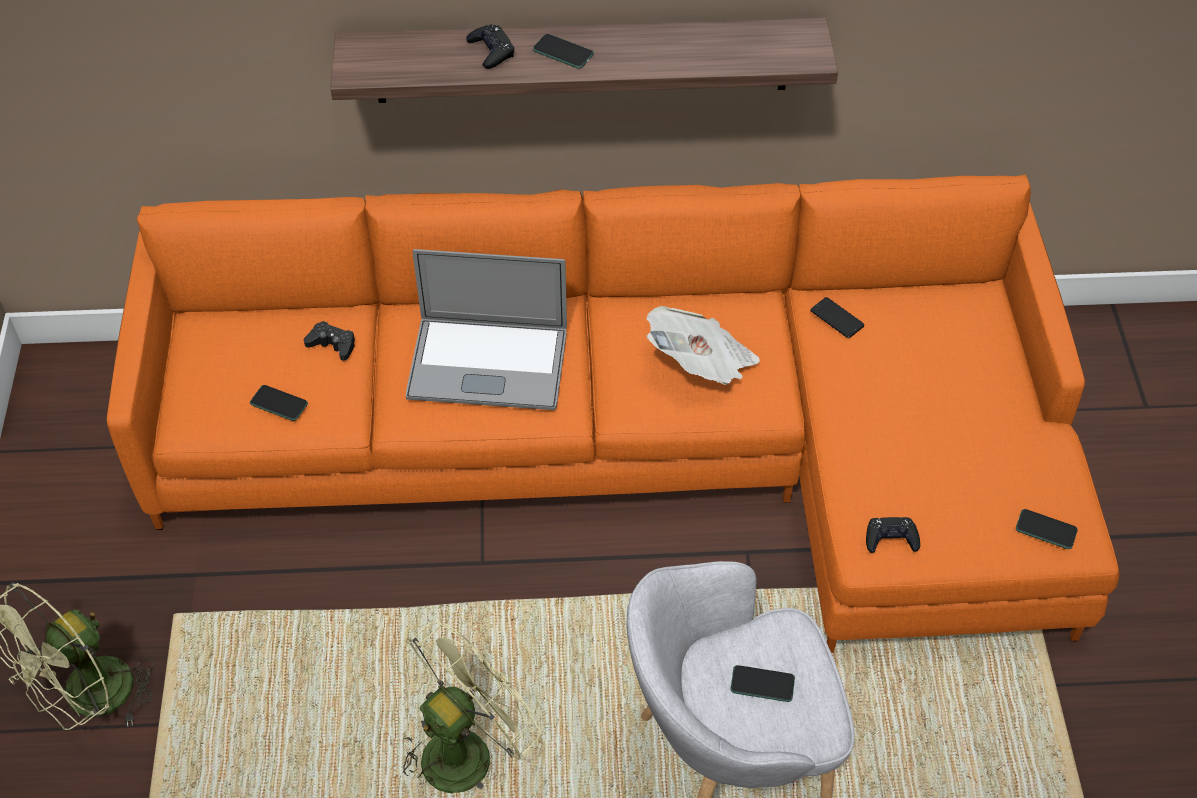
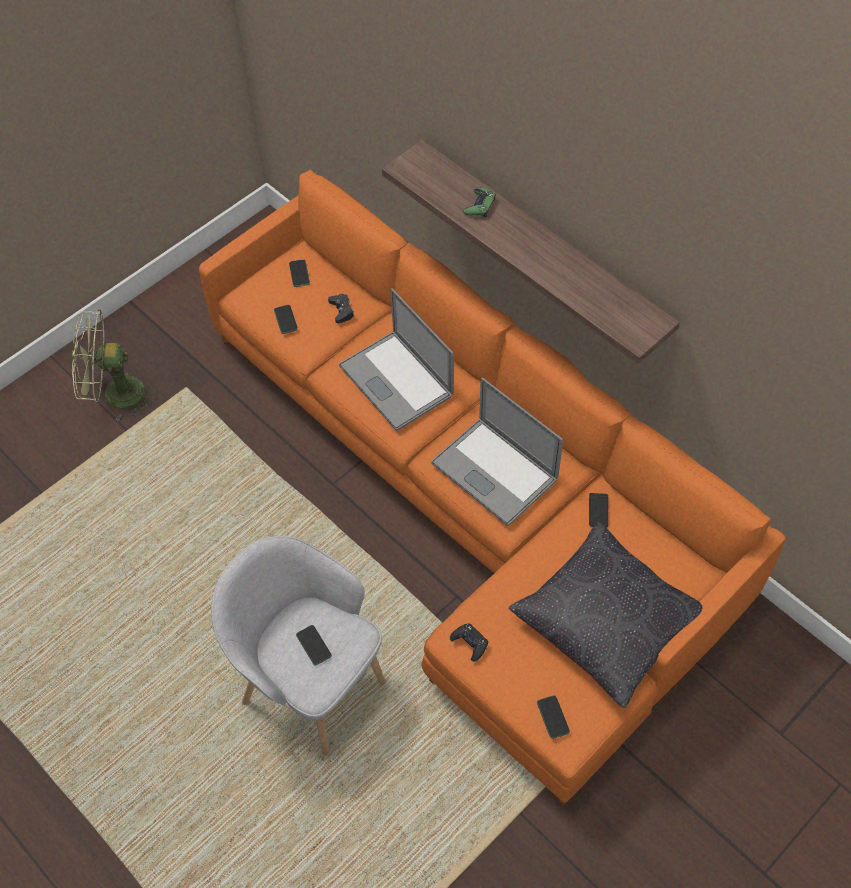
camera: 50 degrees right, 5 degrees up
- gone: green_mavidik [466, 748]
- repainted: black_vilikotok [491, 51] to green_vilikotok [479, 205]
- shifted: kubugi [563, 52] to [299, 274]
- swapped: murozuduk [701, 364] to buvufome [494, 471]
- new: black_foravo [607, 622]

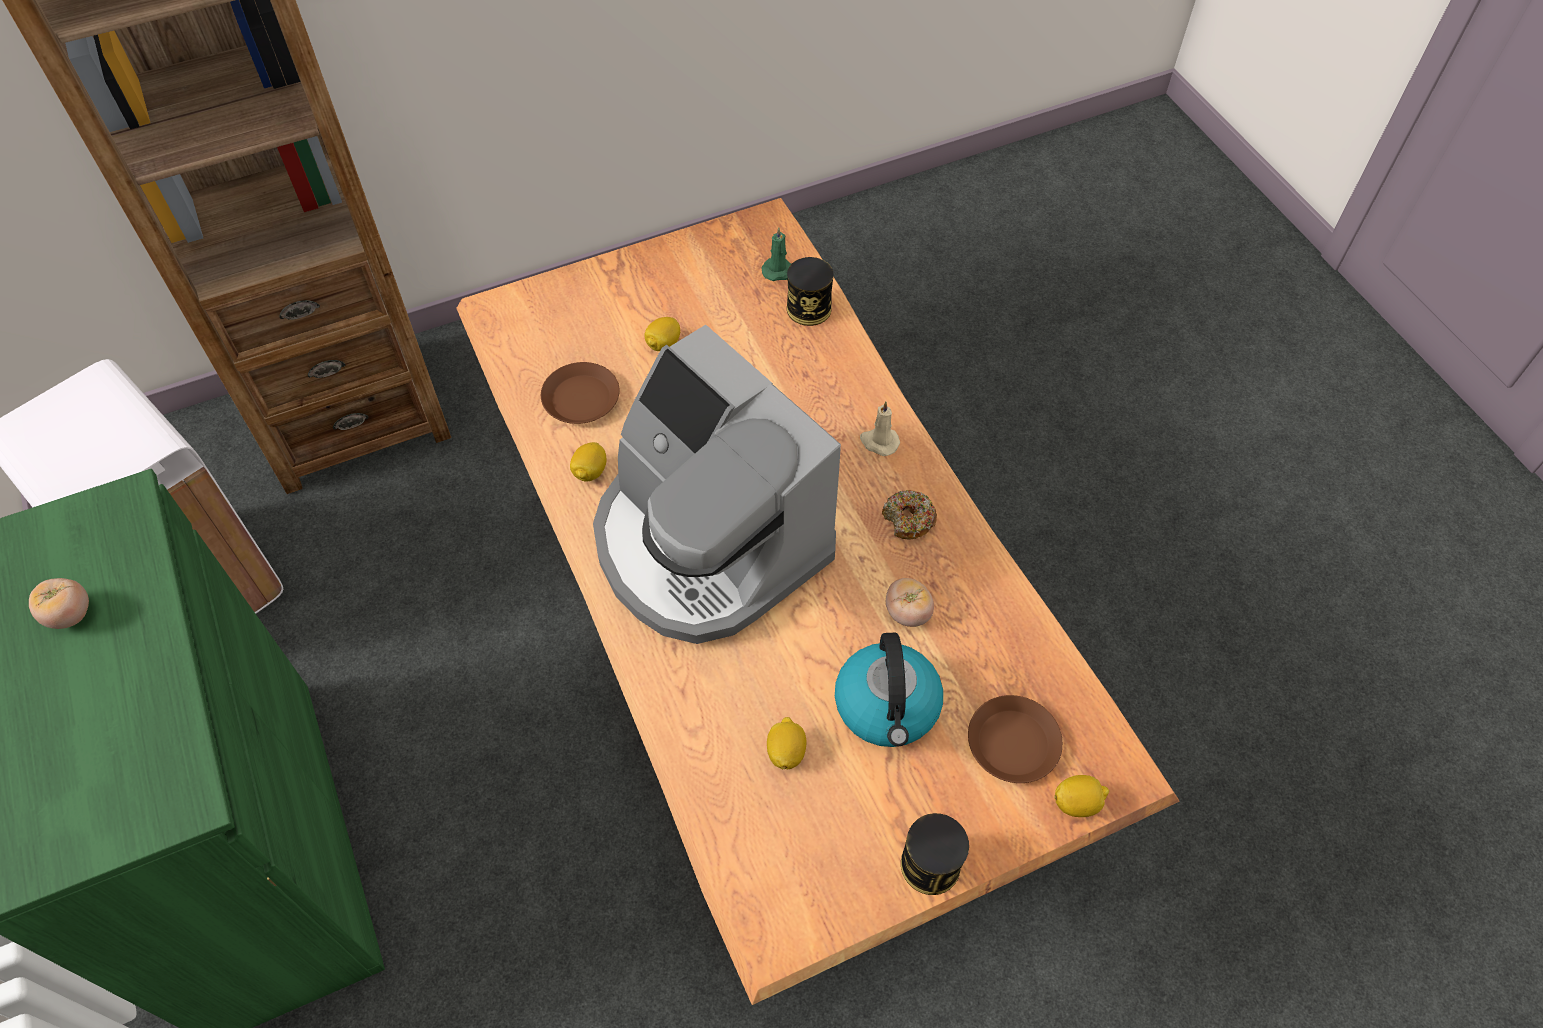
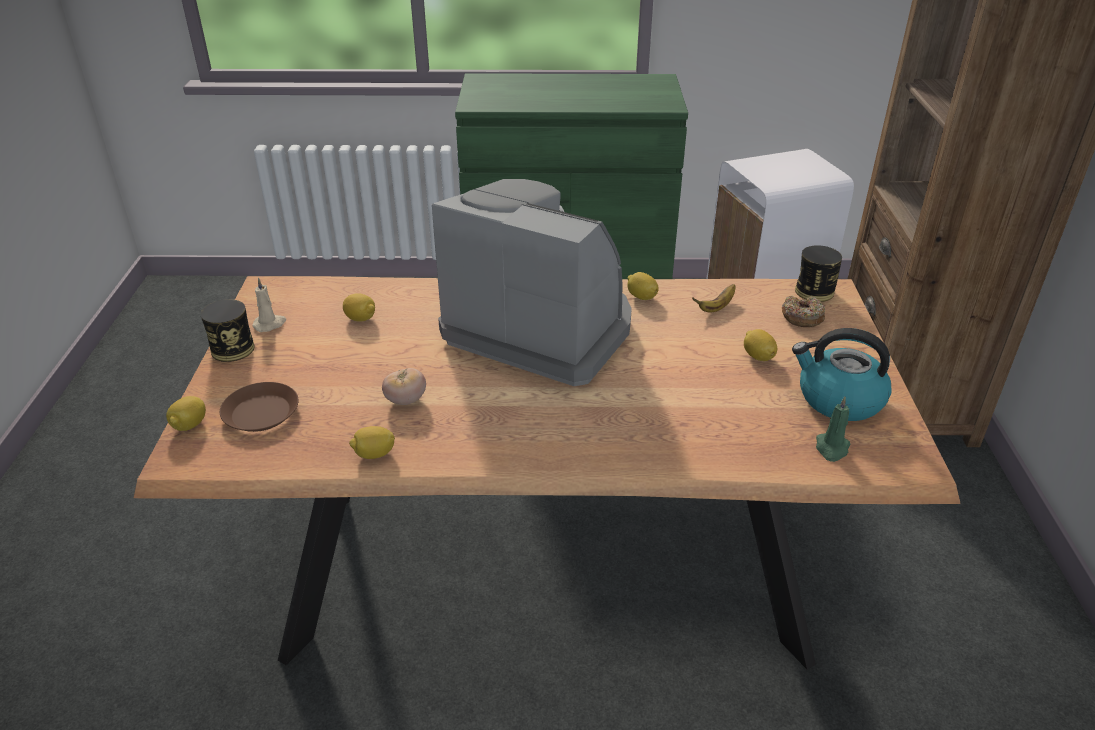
camera: 115 degrees right, 20 degrees down
- gone: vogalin [70, 614]
- swapped: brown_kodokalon [581, 398] to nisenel [716, 307]
- rotated: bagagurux [707, 544] = [541, 329] 45 degrees clockwise
- shifted: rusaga [809, 308] to [814, 291]
- shifted: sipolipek [887, 707] to [838, 399]
- shifted: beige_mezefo [879, 442] to [270, 324]
- shifted: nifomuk [908, 520] to [802, 317]
- new: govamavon [374, 454]

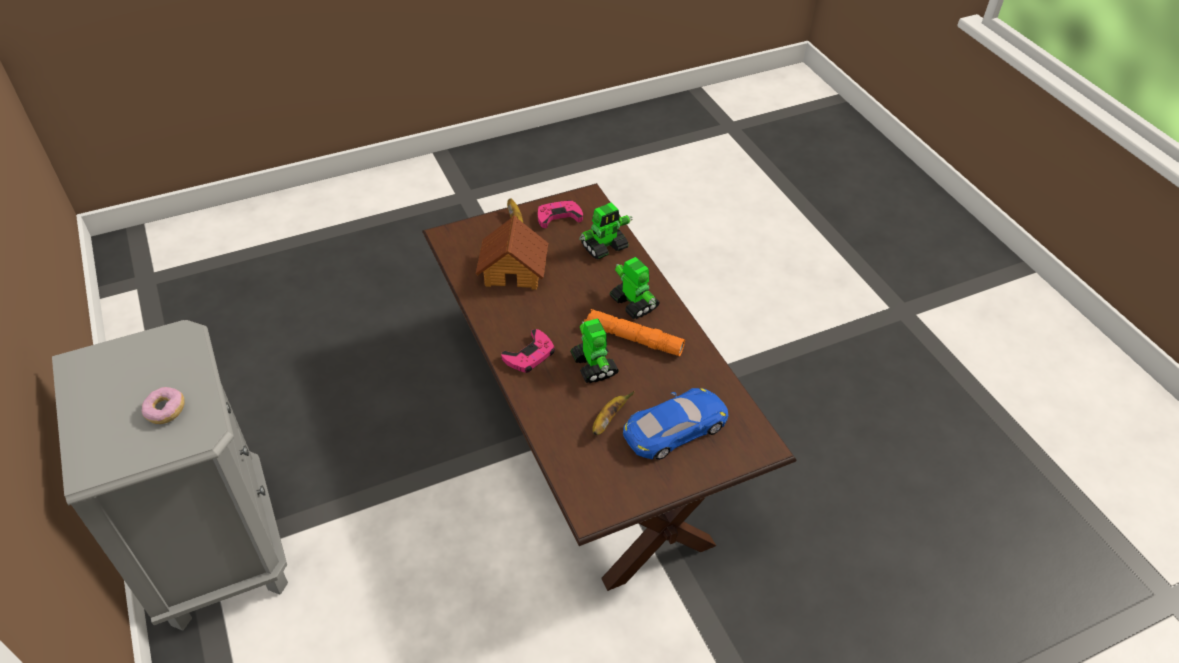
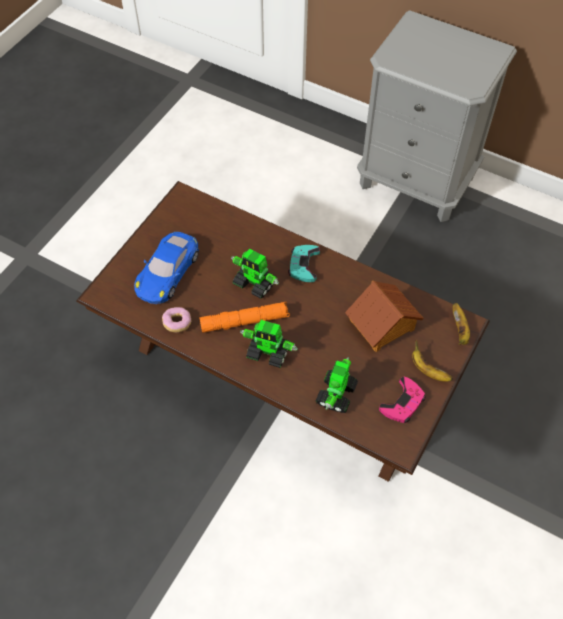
camera: 145 degrees right, 10 degrees up
- shifted: nifomuk [166, 411] to [177, 323]
- repainted: pink_vilikotok [530, 355] to turquoise_vilikotok [303, 265]
- shifted: nisenel [608, 420] to [460, 330]

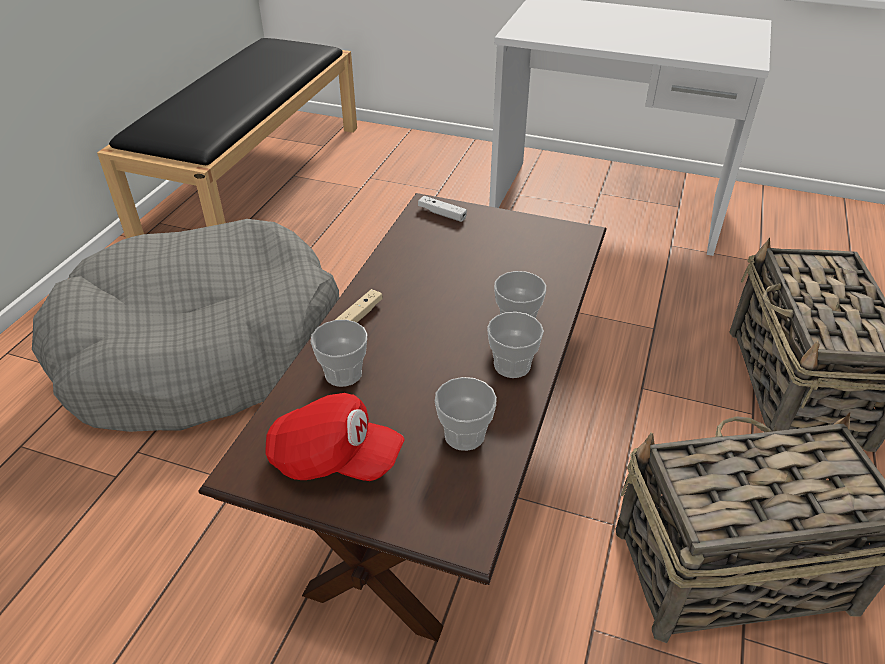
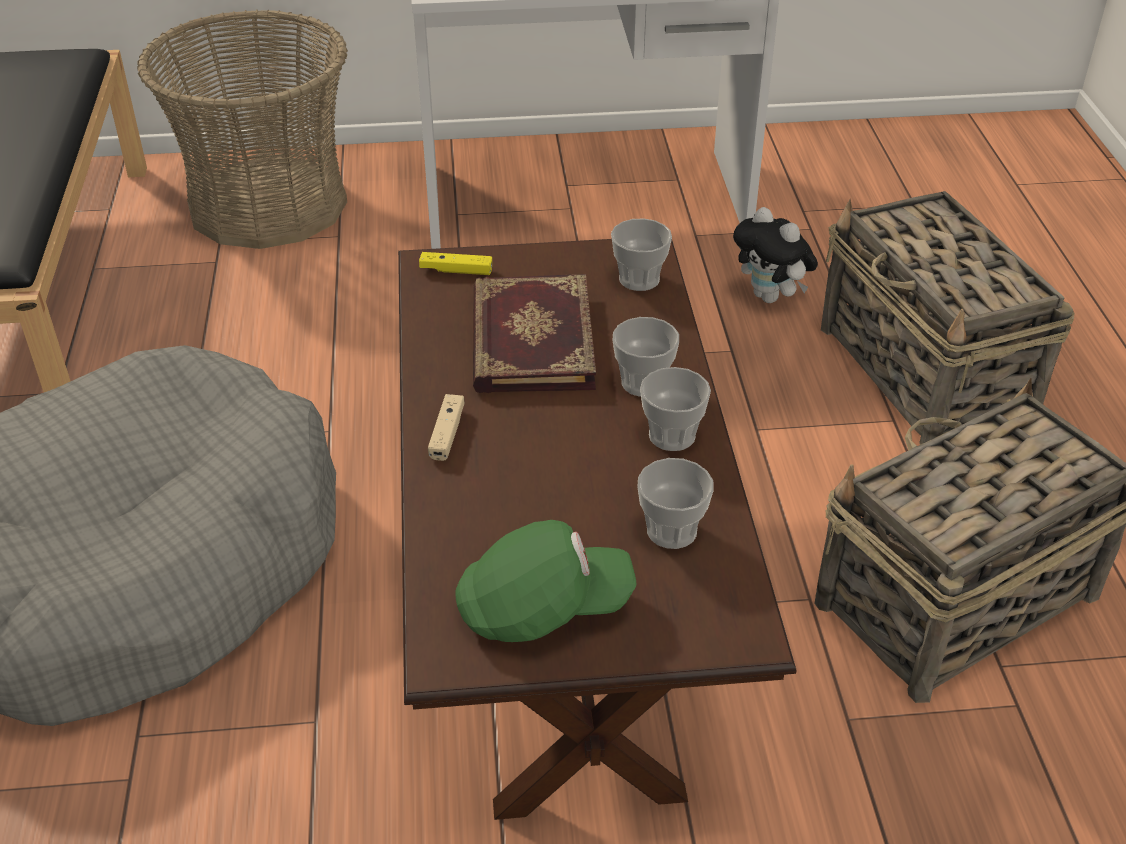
camera: 25 degrees left, 0 degrees up
- repainted: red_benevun [333, 459] to green_benevun [542, 608]
- shifted: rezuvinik [343, 373] to [639, 279]
- repainted: white_vilikotok [442, 214] to yellow_vilikotok [456, 270]
- new: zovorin [268, 204]
- new: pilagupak [529, 339]
- new: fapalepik [771, 297]

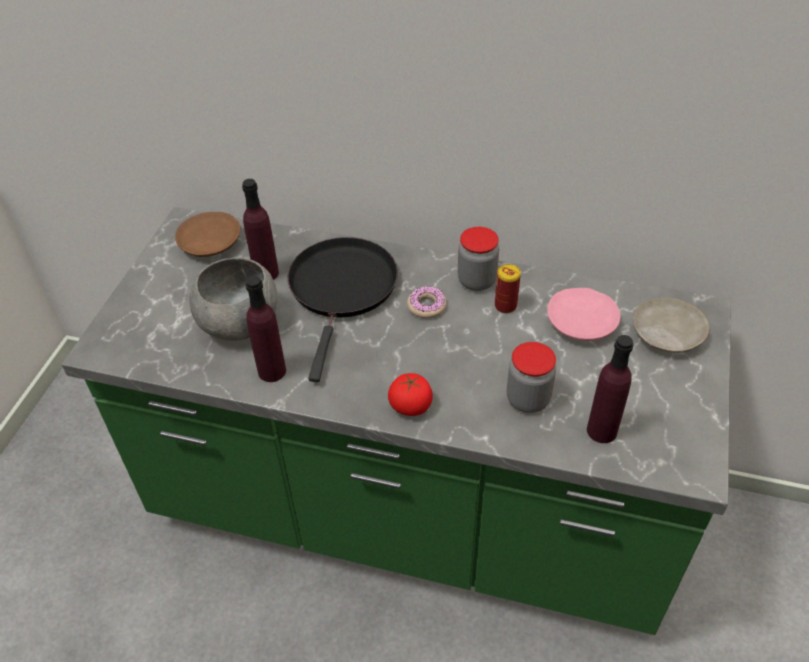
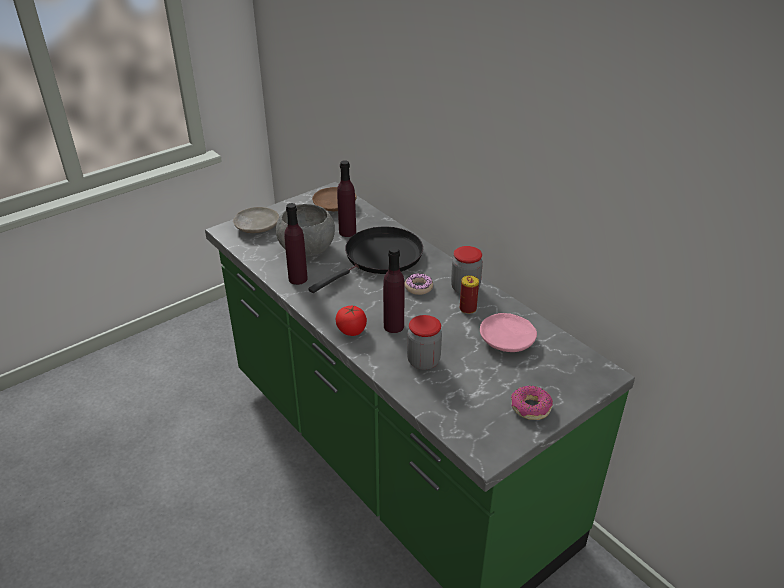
camera: 35 degrees right, 10 degrees down
- shifted: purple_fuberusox [601, 431] to [393, 326]
- shifted: beige_kodokalon [666, 334] to [257, 226]
- new: nifomuk [530, 408]

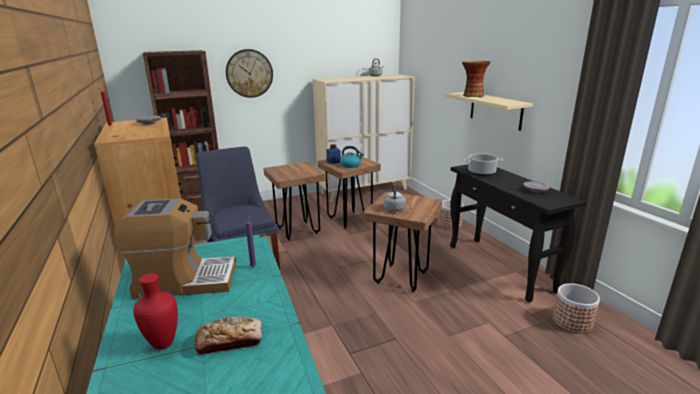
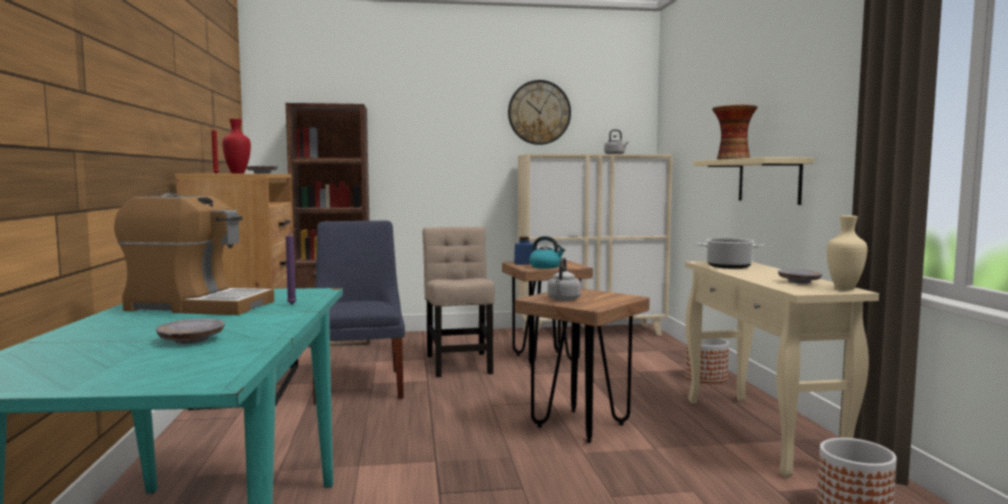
camera: 15 degrees right, 15 degrees down
- shifted: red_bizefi [162, 345] to [236, 173]
- swapped: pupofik [230, 341] to grey_kodokalon [192, 340]
- shifted: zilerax [249, 73] to [539, 112]
- swapped: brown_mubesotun [298, 230] to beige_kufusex [459, 363]
- repainted: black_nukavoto [500, 268] to beige_nukavoto [761, 433]
- new: beige_bizefi [844, 289]

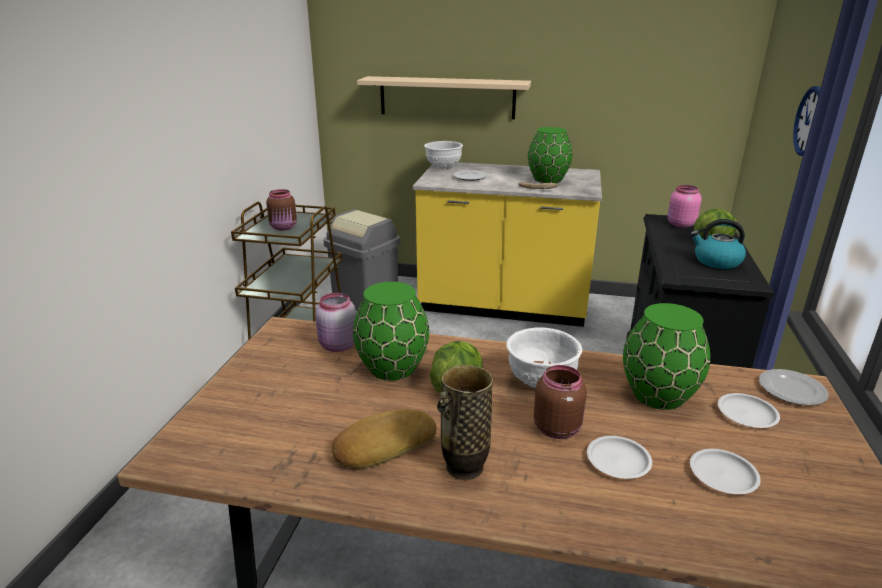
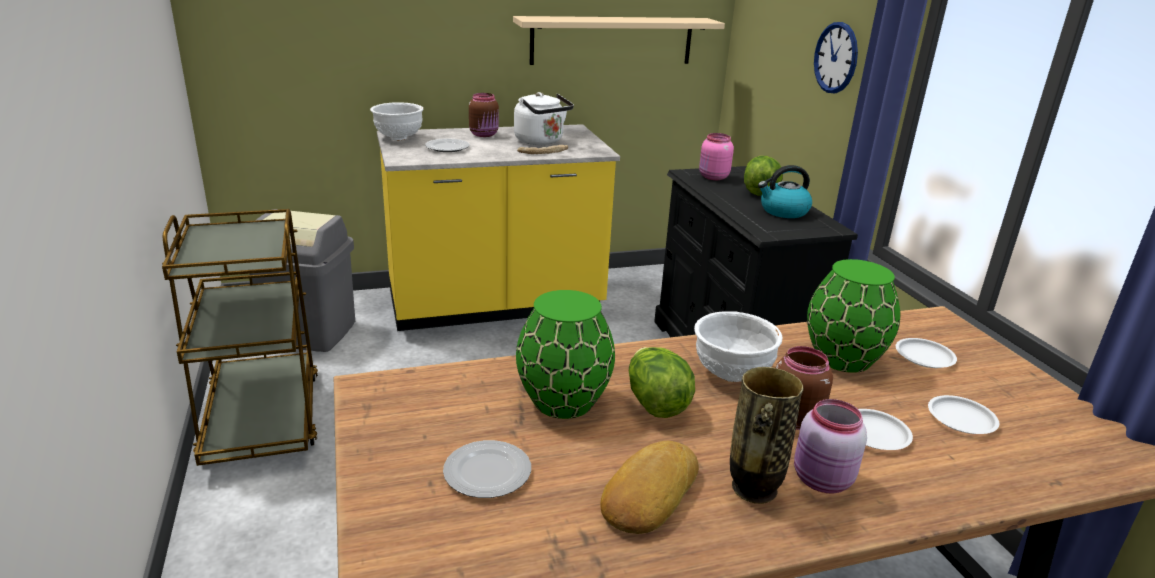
camera: 30 degrees left, 0 degrees up
- shifted: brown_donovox [284, 227] to [484, 134]
- shifted: pink_donovox [337, 346] to [822, 481]
- shifted: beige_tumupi [447, 97] to [612, 40]
- swapped: green_bizefi [547, 180] to white_sipolipek [541, 141]
- shifted: kodokalon [791, 390] to [487, 472]

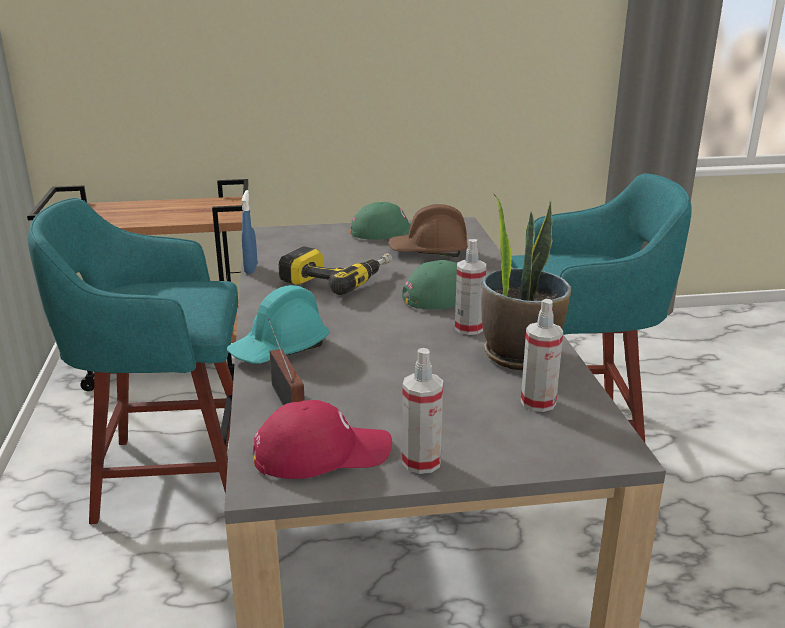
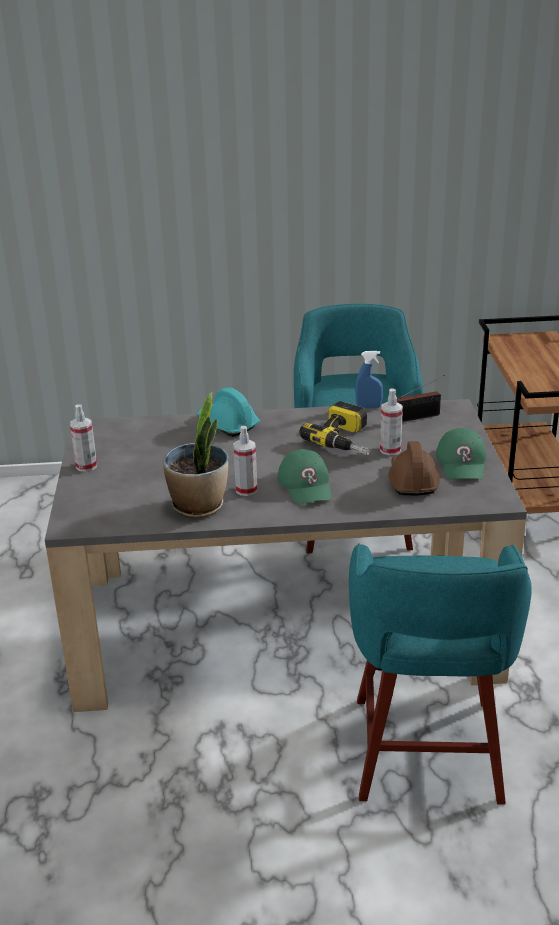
camera: 95 degrees right, 5 degrees up
- gone: red_benevun [321, 452]
- shifted: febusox [287, 399] to [420, 417]
- shifted: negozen [538, 402] to [390, 450]

